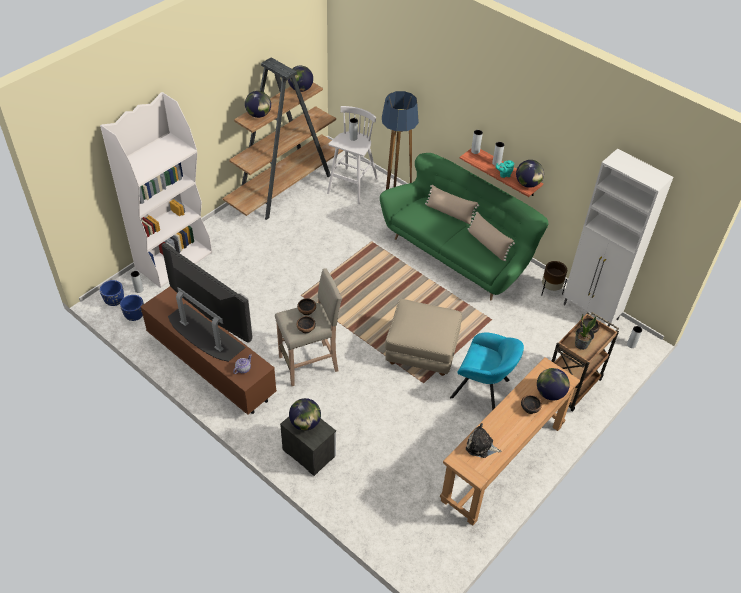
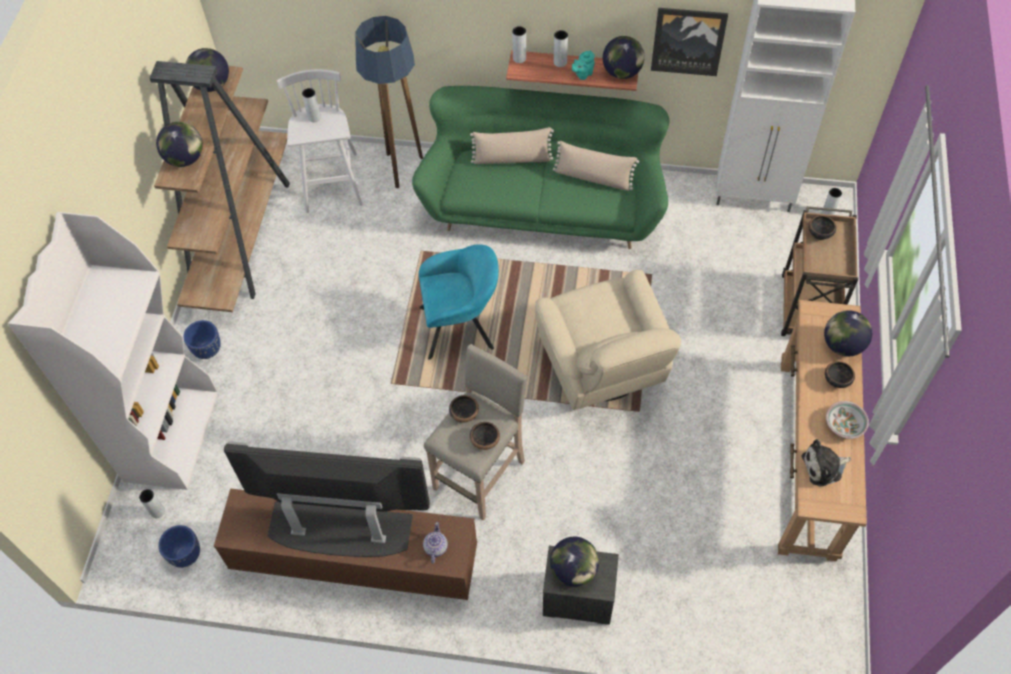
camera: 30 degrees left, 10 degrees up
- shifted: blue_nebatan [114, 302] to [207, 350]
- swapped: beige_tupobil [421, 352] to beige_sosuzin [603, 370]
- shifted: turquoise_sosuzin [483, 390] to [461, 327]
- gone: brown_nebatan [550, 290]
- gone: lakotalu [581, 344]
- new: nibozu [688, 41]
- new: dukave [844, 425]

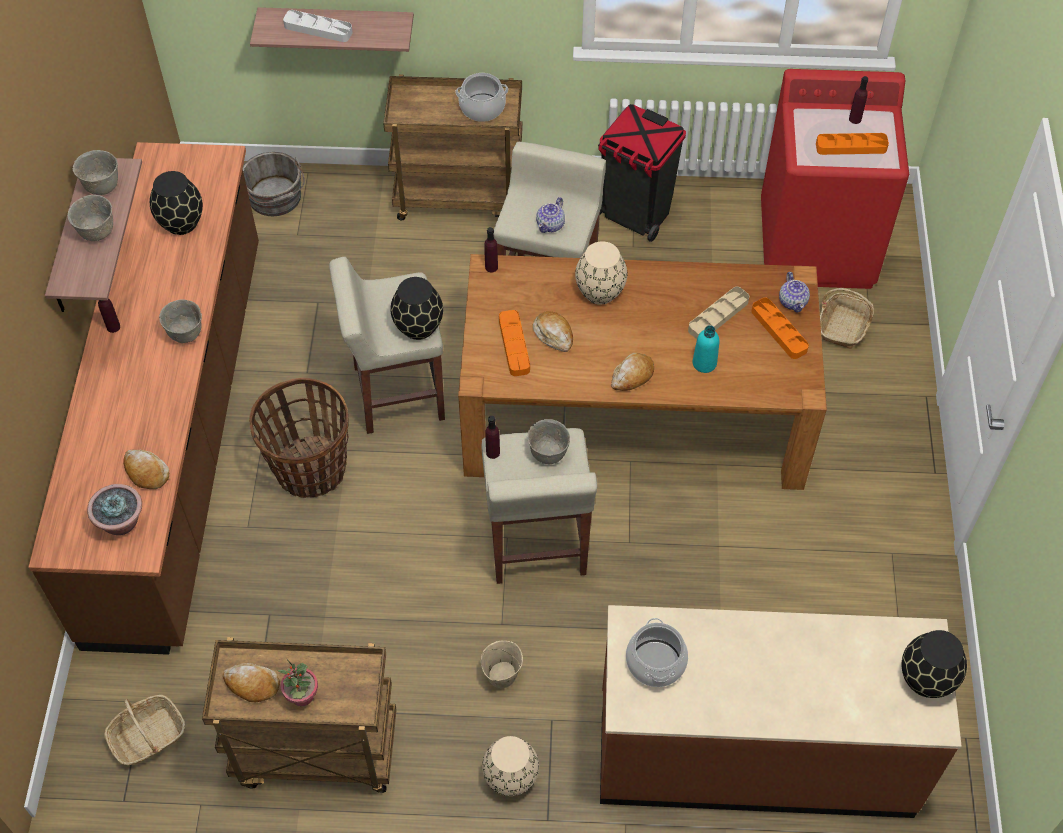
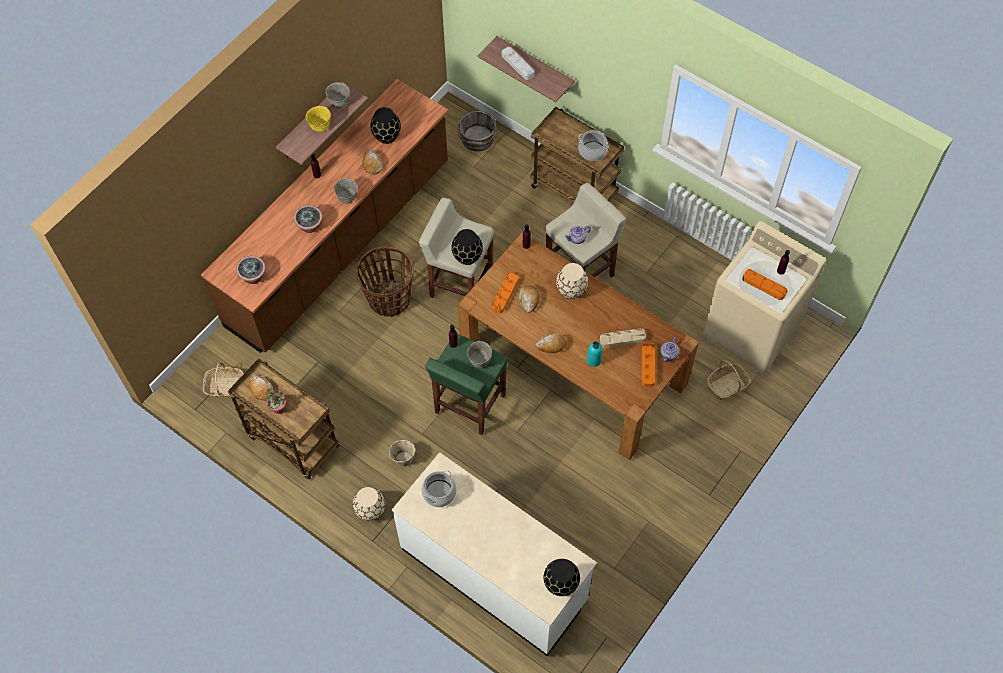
camera: 35 degrees right, 5 degrees up
- repainted: grey_dukave [97, 233] to yellow_dukave [320, 127]
- shifted: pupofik [146, 472] to [372, 164]
- repainted: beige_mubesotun [536, 545] to green_mubesotun [469, 405]
- gone: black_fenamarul [635, 215]
- repainted: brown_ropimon [754, 753] to white_ropimon [494, 574]
- repainted: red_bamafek [817, 245] to beige_bamafek [752, 330]
- new: lakotalu [310, 226]

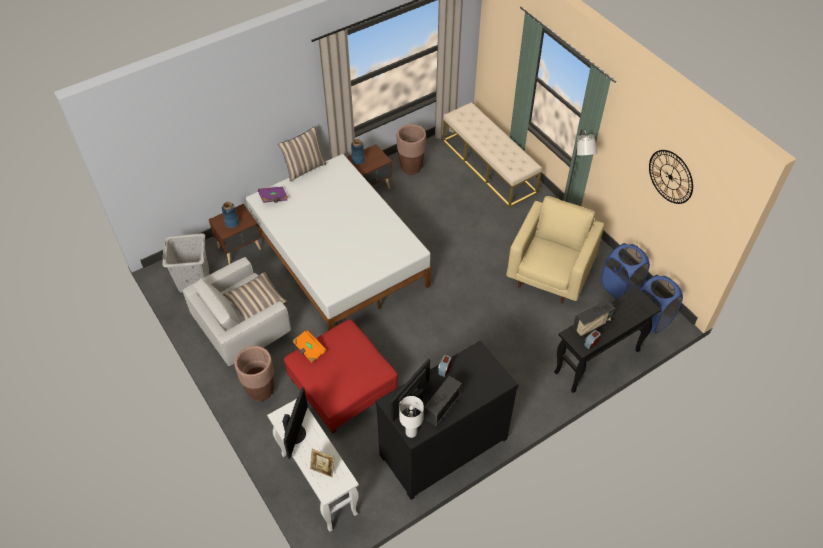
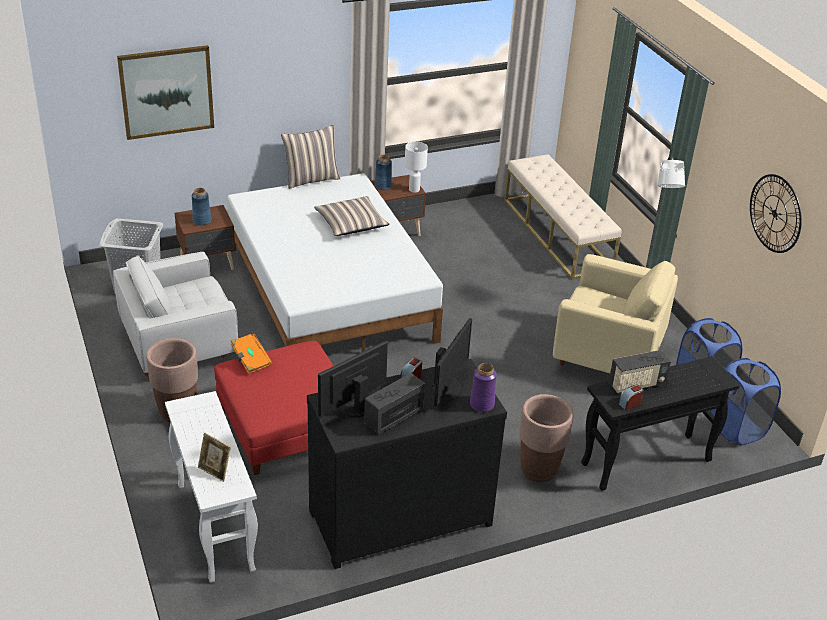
camera: 10 degrees right, 15 degrees down
- shifted: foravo [256, 302] to [351, 223]
- gone: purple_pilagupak [274, 198]
- shifted: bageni [296, 434] to [447, 387]
- shifted: brown_nebatan [411, 167] to [539, 470]
- shifted: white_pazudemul [411, 432] to [413, 190]
- rotated: beige_sosuzin [550, 275] = [606, 357] 75 degrees clockwise
- new: nibozu [166, 92]
- new: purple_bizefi [481, 404]

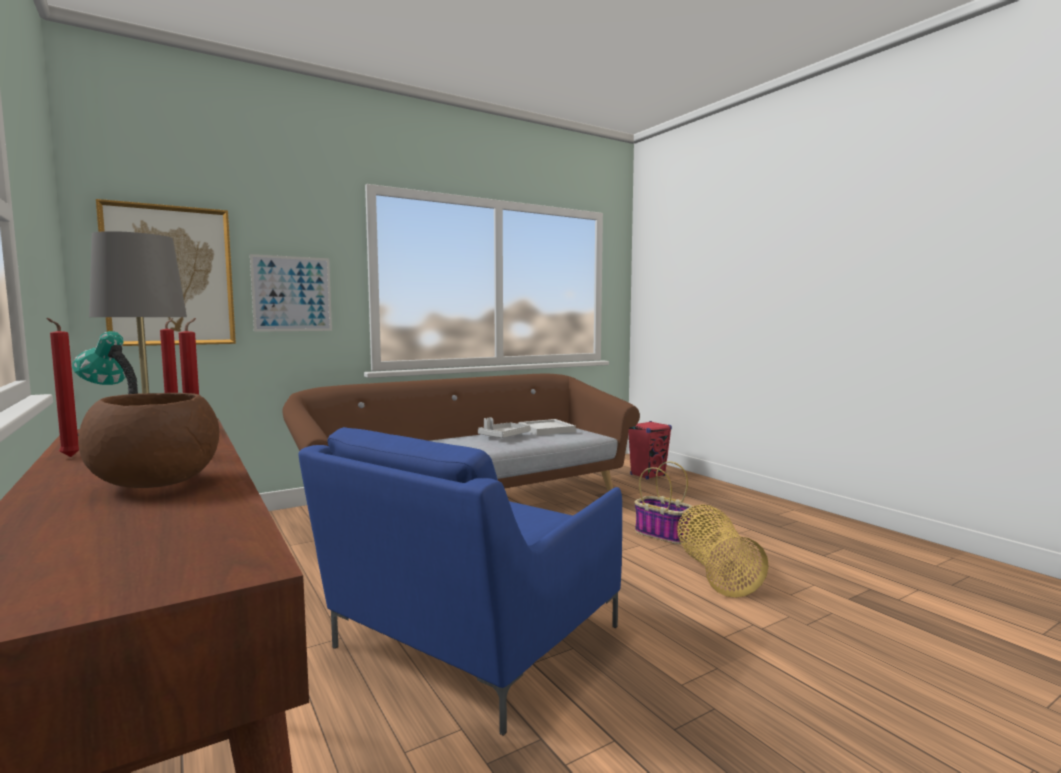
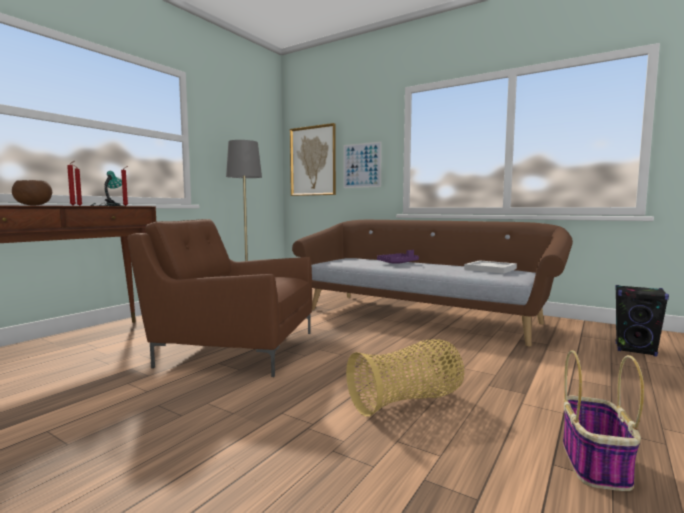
camera: 65 degrees right, 0 degrees up
- repainted: blue_sosuzin [470, 641] to brown_sosuzin [234, 348]
- gone: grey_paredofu [504, 436]
- repainted: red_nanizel [648, 475] to black_nanizel [635, 350]
- shifted: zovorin [663, 534] to [595, 464]
- new: purple_paredofu [398, 263]

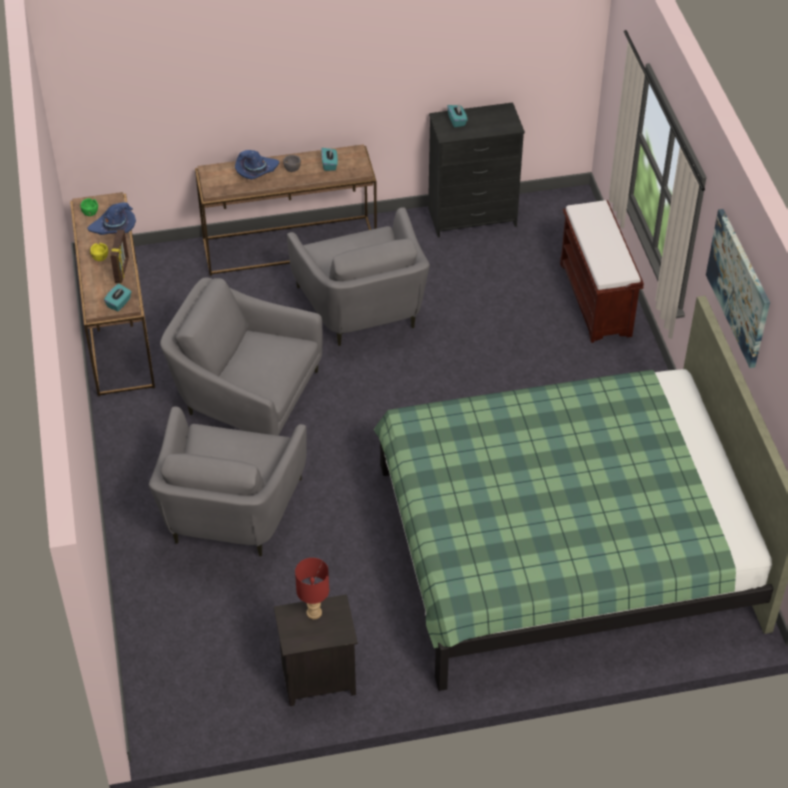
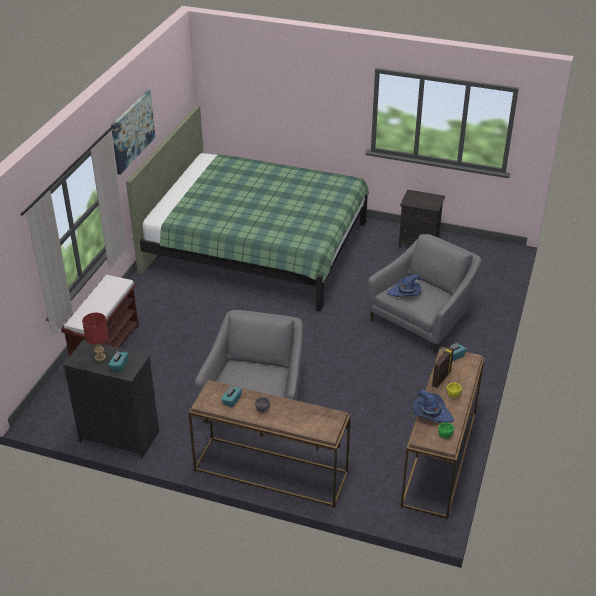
camera: 150 degrees left, 10 degrees down
- gone: grey_sosuzin [246, 397]
- shifted: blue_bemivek [256, 171] to [405, 293]
- shifted: red_pazudemul [314, 612] to [99, 357]

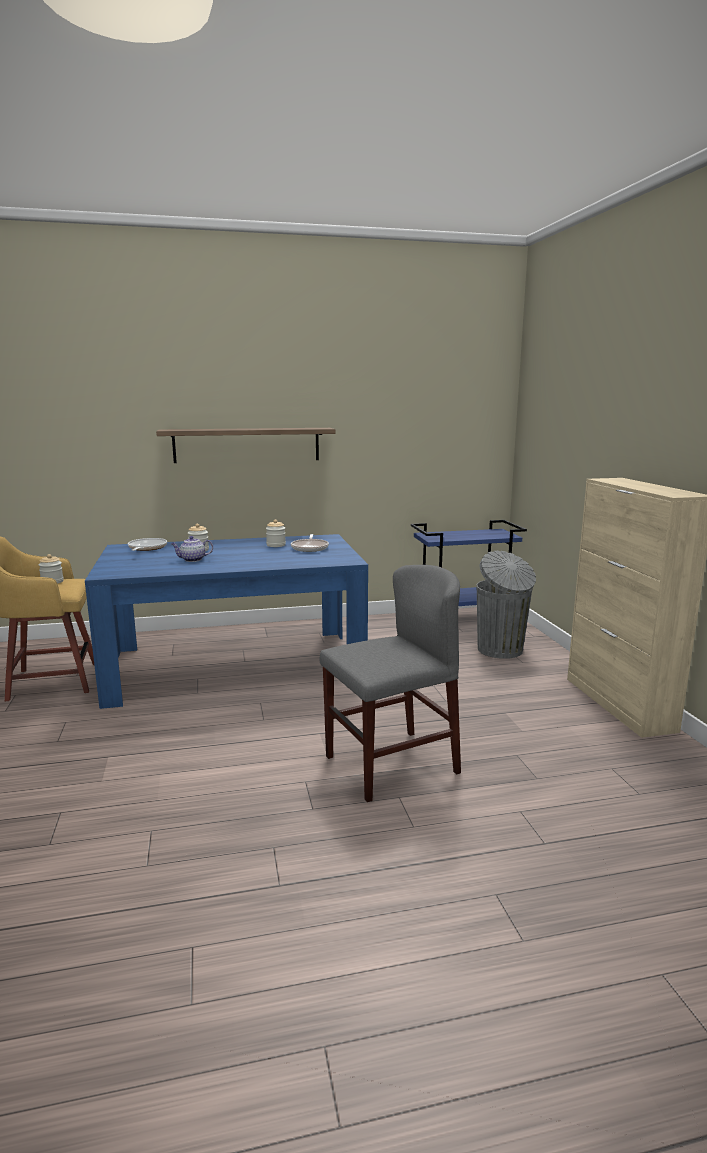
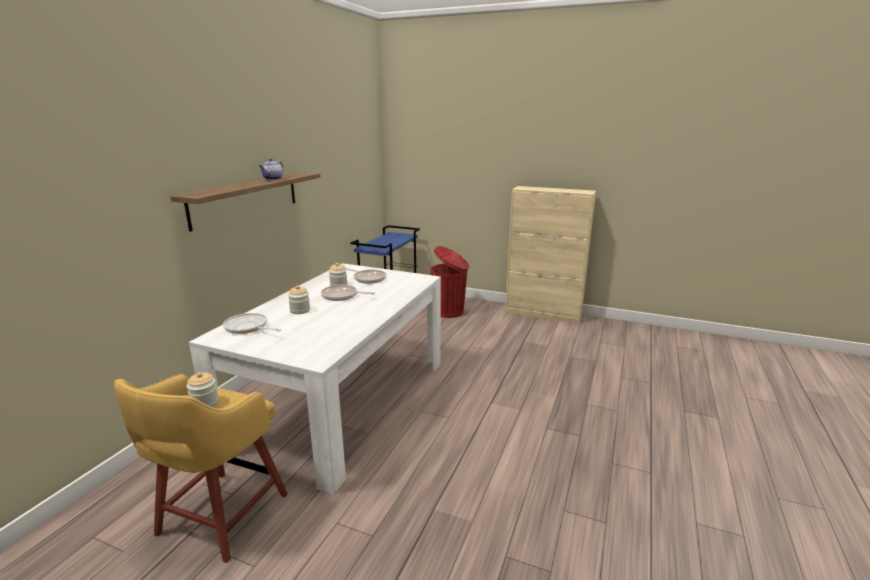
camera: 55 degrees left, 5 degrees up
- repainted: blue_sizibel [235, 666] to white_sizibel [342, 402]
- shifted: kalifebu [192, 560] to [272, 179]
- gone: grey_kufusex [391, 764]
- repainted: grey_fenamarul [501, 650] to red_fenamarul [449, 312]
- new: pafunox [341, 296]

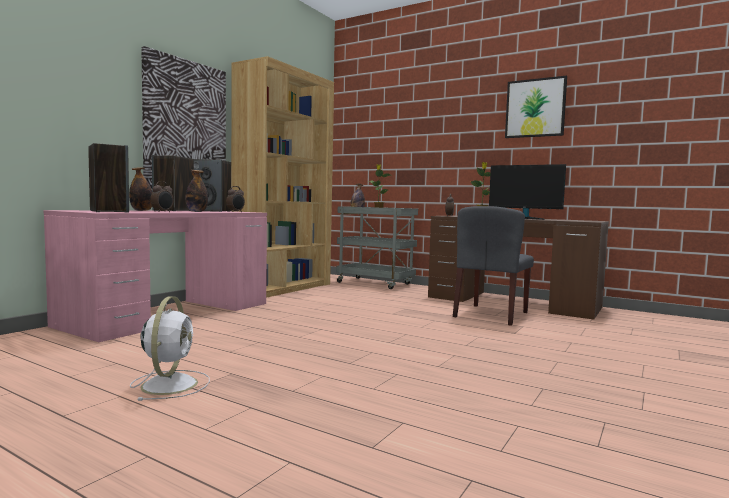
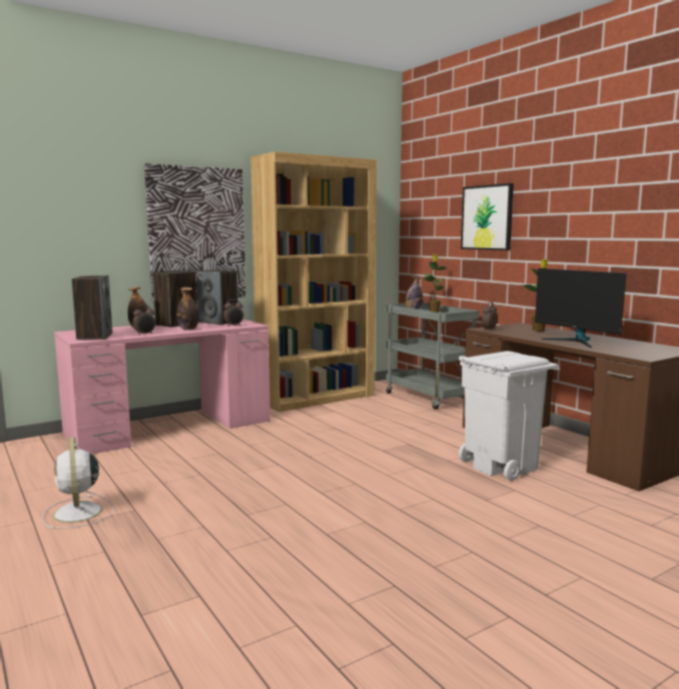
camera: 25 degrees right, 5 degrees up
- rotated: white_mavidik [170, 384] = [78, 513] 135 degrees clockwise
- swapped: grey_kufusex [491, 315] to white_fenamarul [501, 466]
- shifted: nibozu [535, 108] to [487, 217]

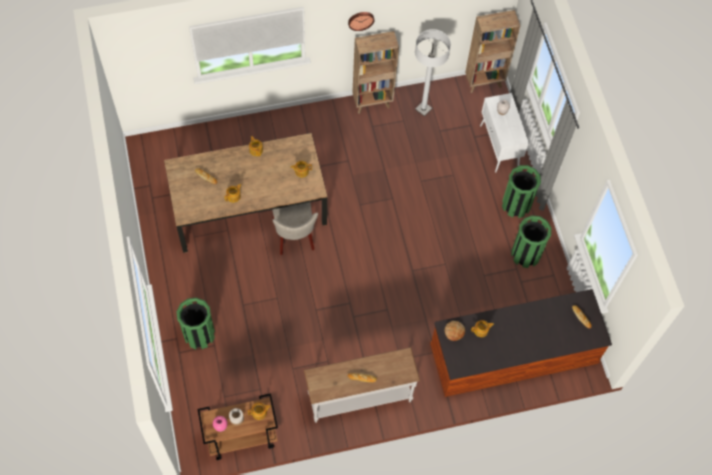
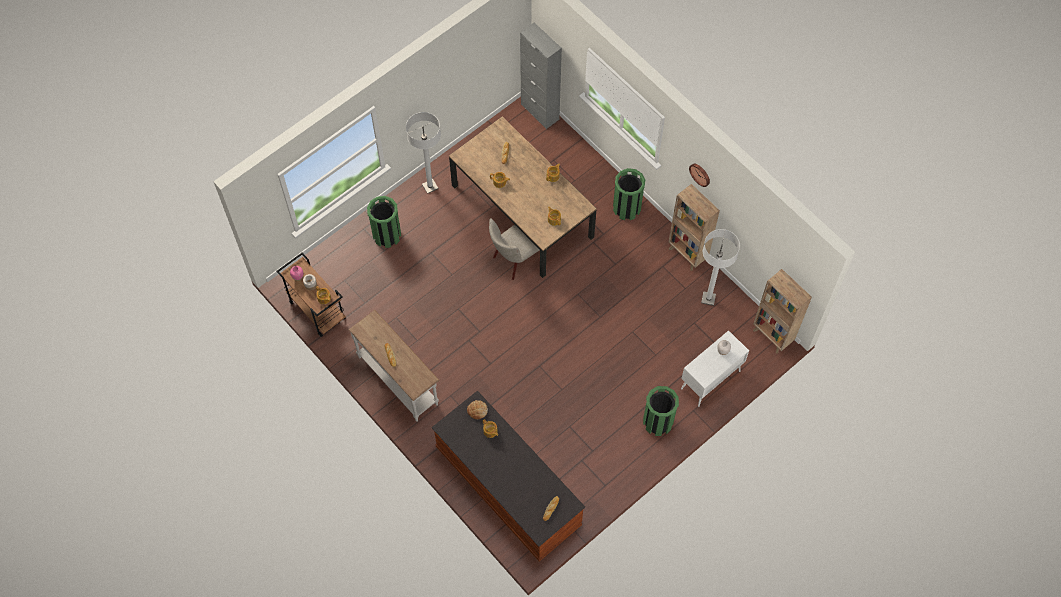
camera: 65 degrees right, 0 degrees up
- shifted: green_fenamarul [525, 254] to [627, 208]
- new: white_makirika [430, 186]
- new: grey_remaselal [540, 112]

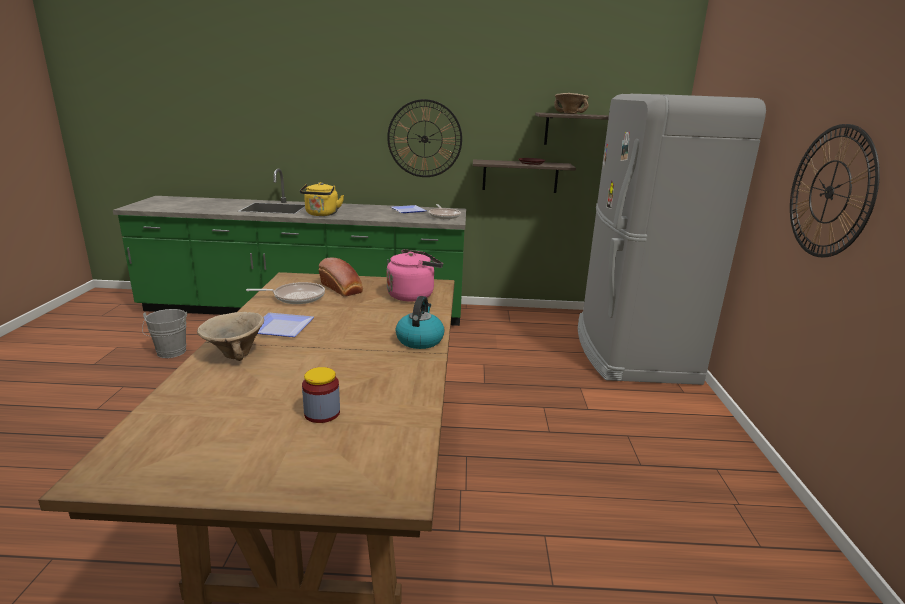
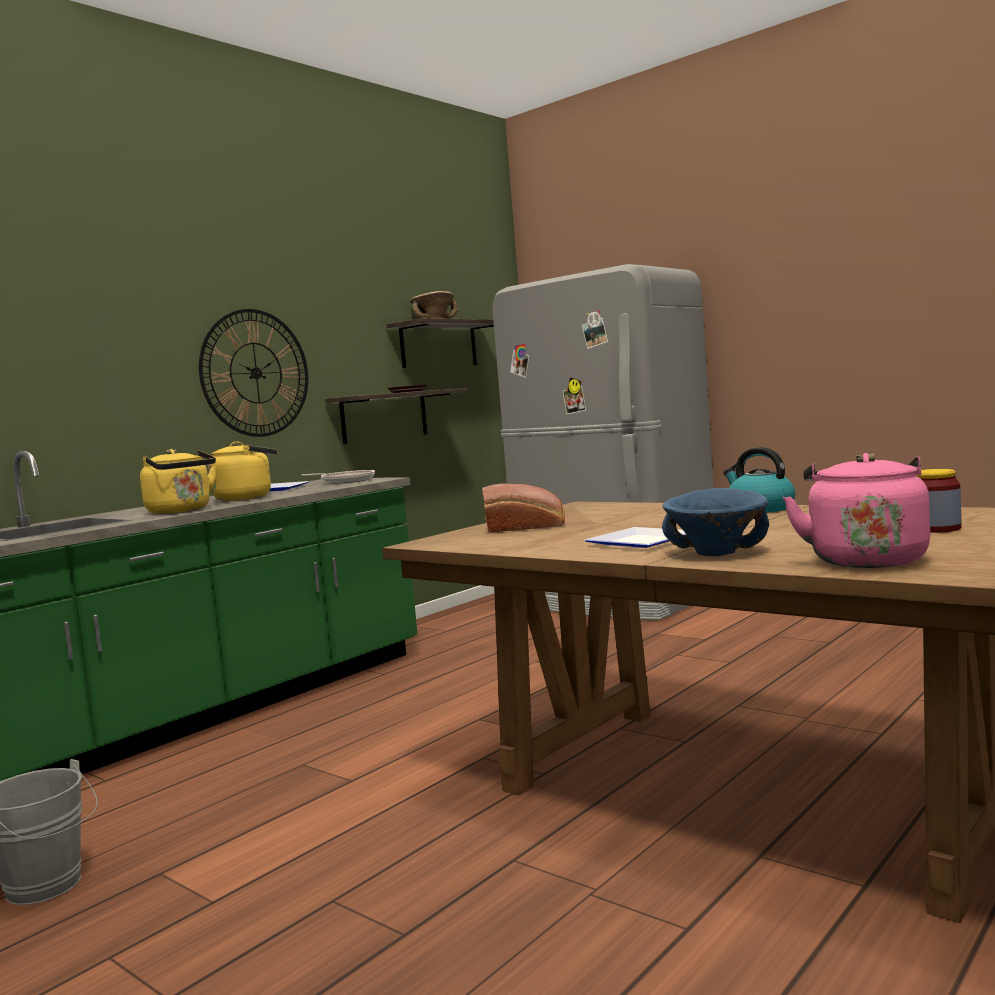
camera: 50 degrees left, 15 degrees down
- repainted: beige_dukave [233, 355] to blue_dukave [716, 554]
- gone: pafunox [296, 297]
- shifted: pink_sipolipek [413, 295] to [865, 560]
- gone: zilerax [830, 192]
- new: yellow_sipolipek [246, 498]

